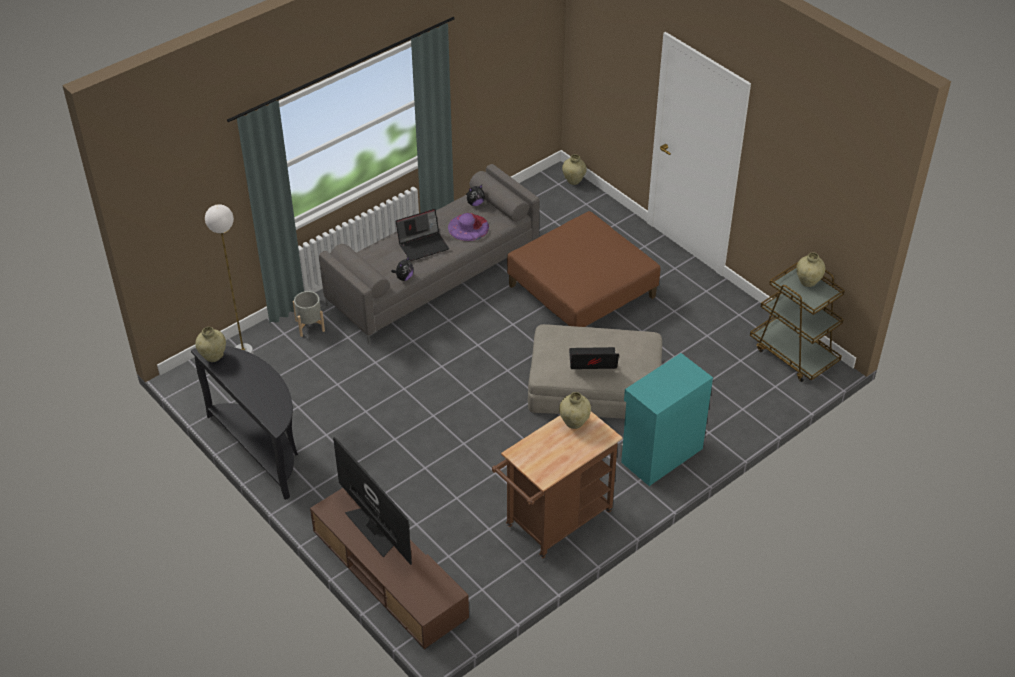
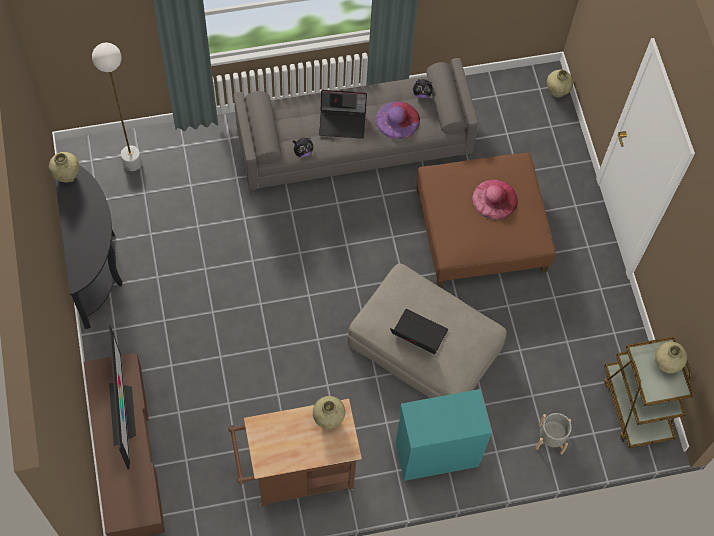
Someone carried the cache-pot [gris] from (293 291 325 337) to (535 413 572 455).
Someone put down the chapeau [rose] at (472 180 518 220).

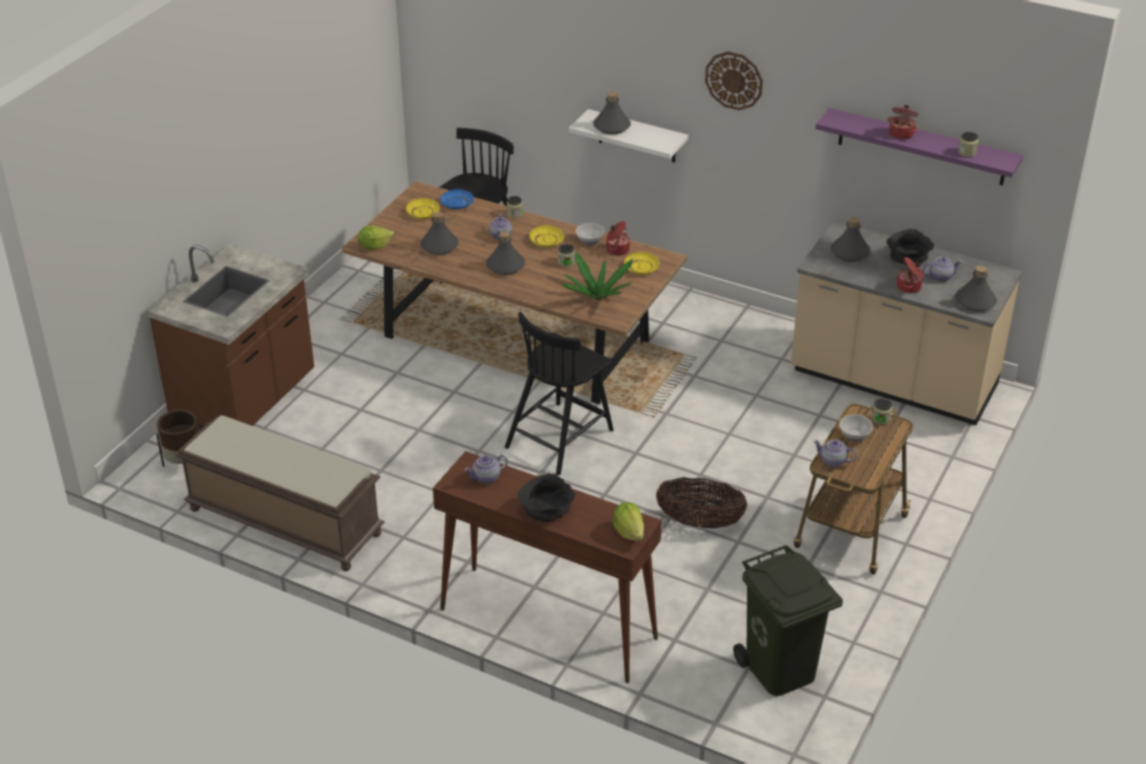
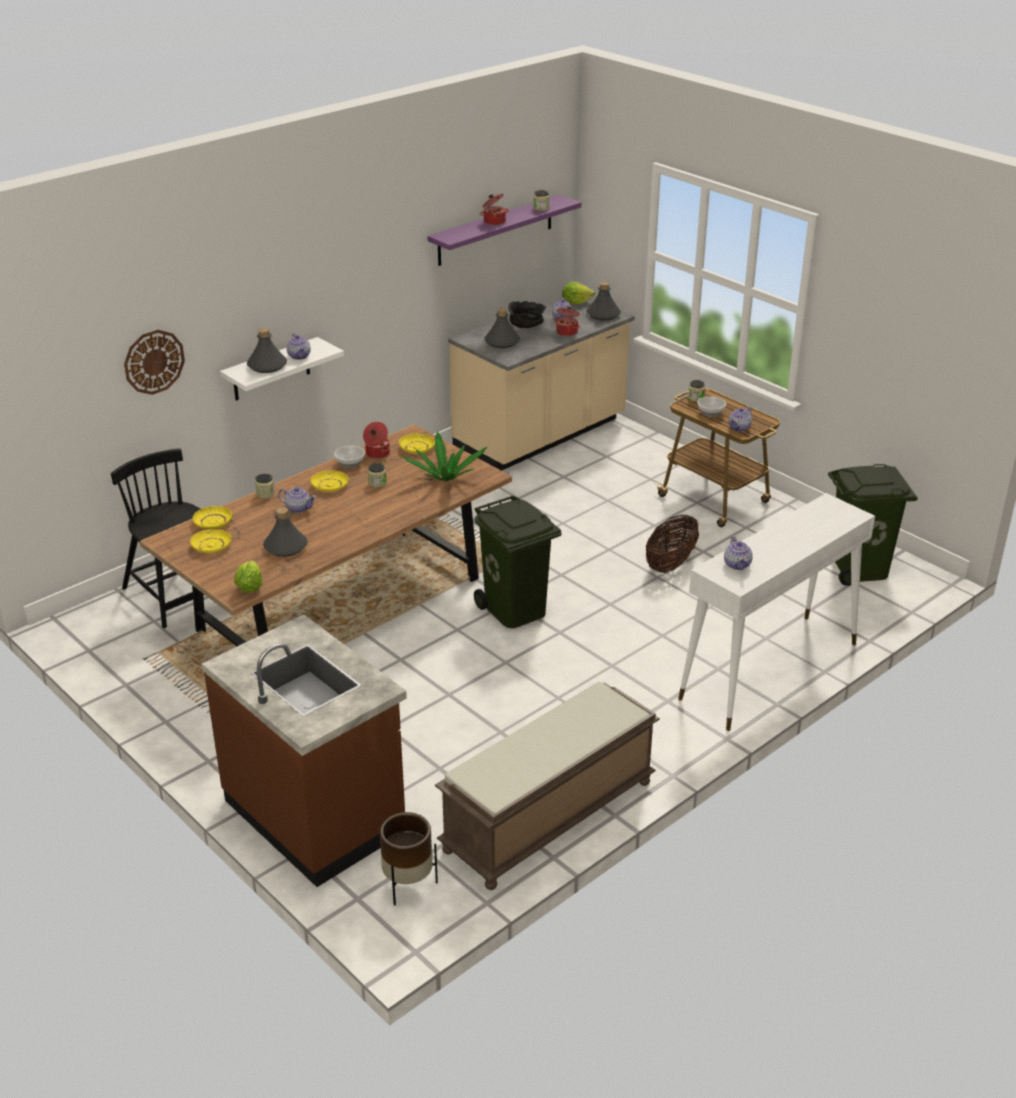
Someone repainted the table console [marron] at (433 451 662 683), which became the table console [blanc] at (678 493 875 731).
Someone repainted the assiette [bleu] at (440 189 474 209), which became the assiette [jaune] at (193 506 232 529).
Someone took away the bouteille [gris] at (486 231 525 275).
Someone swapped the chaise [noir] at (505 312 614 475) for the poubelle [vert] at (474 496 561 628).
Someone took away the bol [noir] at (518 473 576 522).
Someone carried the laitue from (613 502 644 541) to (562 282 595 304).
Someone carried the horloge murale from (705 52 763 110) to (124 330 185 395).
Someone put down the théière at (287 333 311 360).

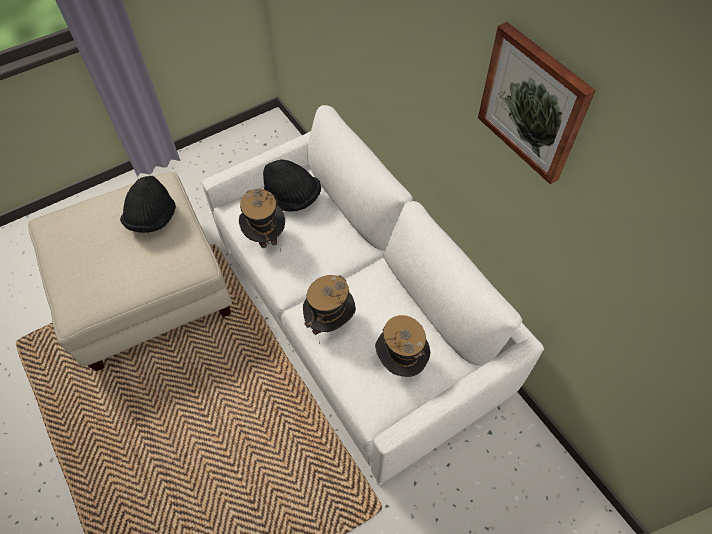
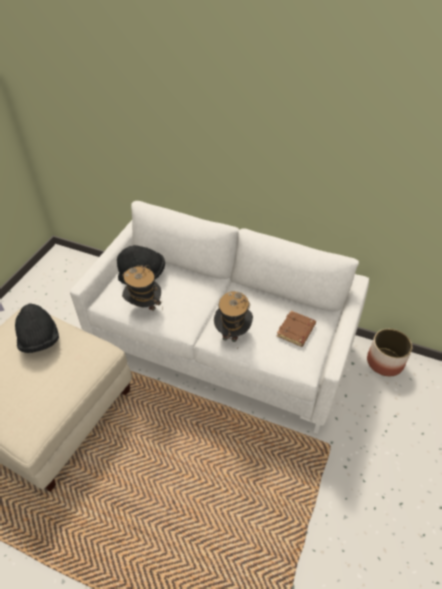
Someone swapped the chapeau at (375 315 430 377) for the livre [marron] at (277 311 316 347).
Someone took away the tableau at (478 22 596 185).
Someone put down the cache-pot at (367 329 413 376).

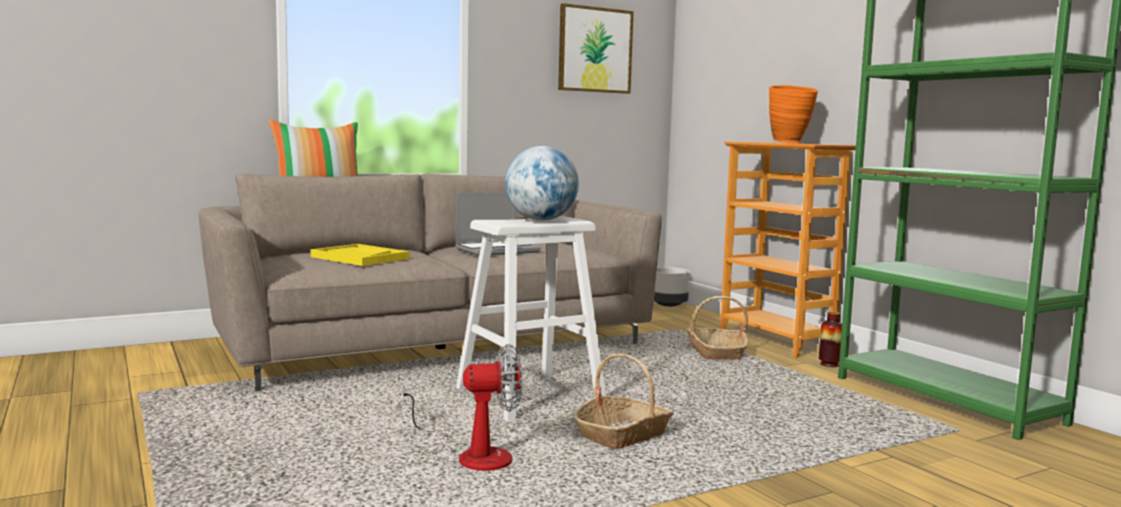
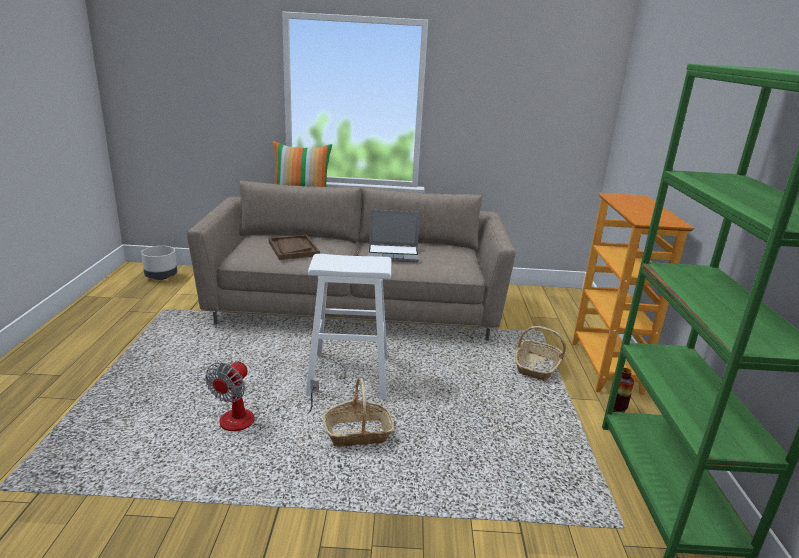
Someone repainted the plateau [jaune] at (311 244 409 266), which became the plateau [marron] at (269 235 320 260).
Someone rotated the ventilateur at (403 344 523 471) by 90 degrees clockwise.
Someone took away the globe at (505 146 579 221).
Someone took away the tableau at (558 3 634 94).
Someone carried the cache-pot [gris] from (654 267 690 307) to (141 246 177 280).
Someone took away the vase [orange] at (769 85 818 143).

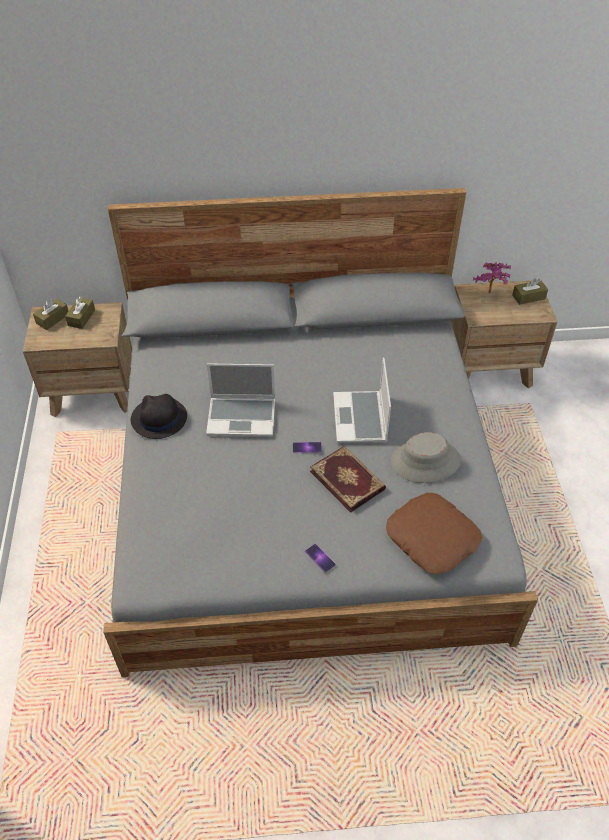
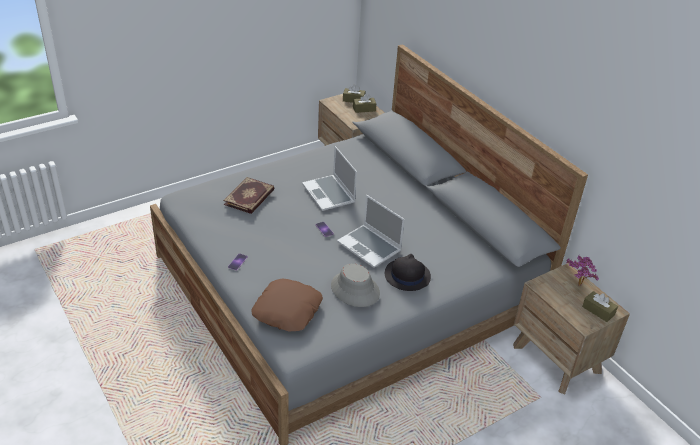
Someone carried the chapeau [noir] from (131 394 187 439) to (385 254 431 291).
Someone carried the livre from (310 446 386 513) to (224 177 275 214).
Someone rotated the ordinateur portable at (333 357 391 443) by 105 degrees counterclockwise.

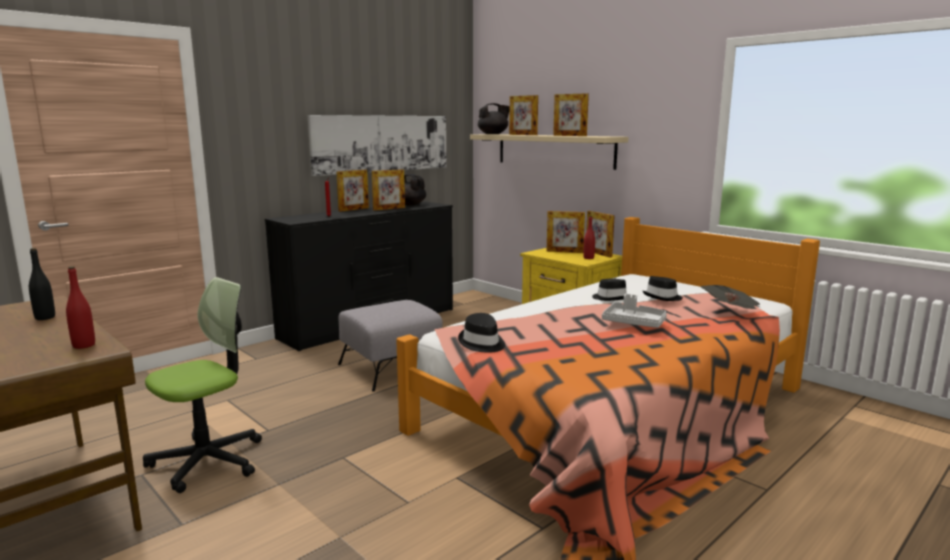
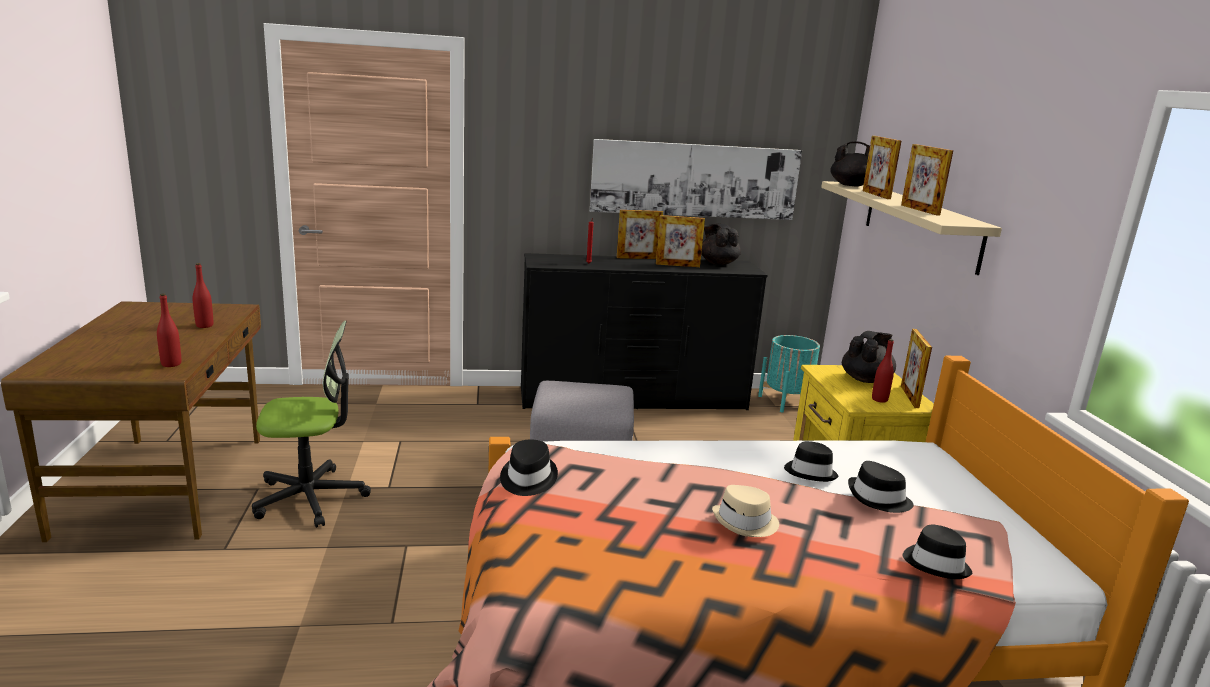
Someone repainted the bouteille [noir] at (29 248 55 320), which became the bouteille [rouge] at (193 263 213 328).
Someone swapped the cadre photo at (546 211 585 253) for the théière [noir] at (842 331 896 383).
Someone swapped the plateau [gris] at (602 294 667 328) for the chapeau [beige] at (712 485 779 537).
Someone swapped the journal at (701 285 760 309) for the chapeau [noir] at (903 525 972 579).
Someone put down the cache-pot [turquoise] at (758 335 820 413).

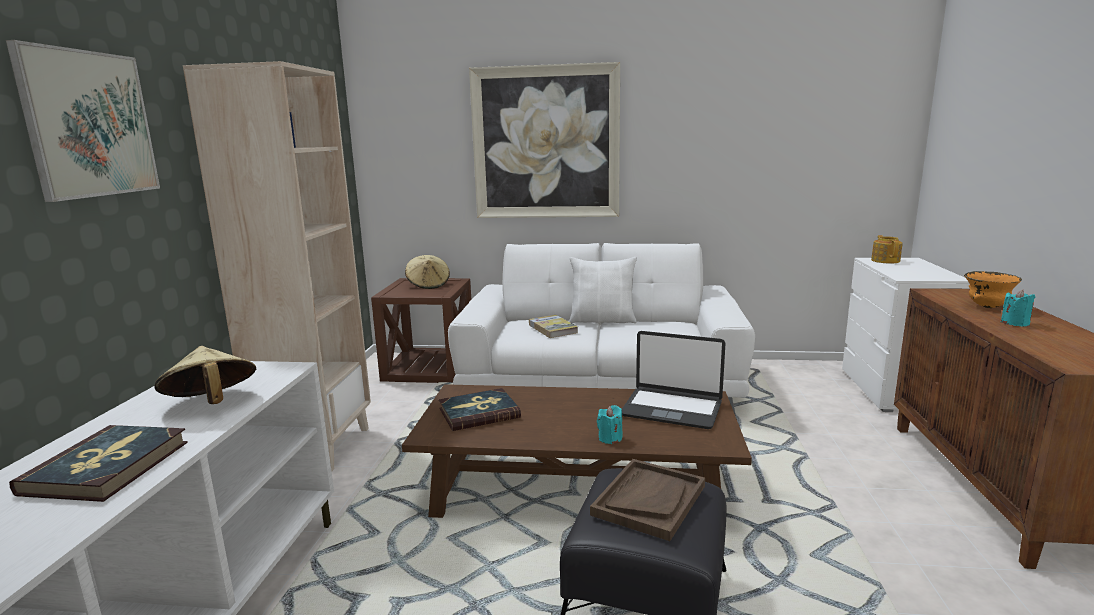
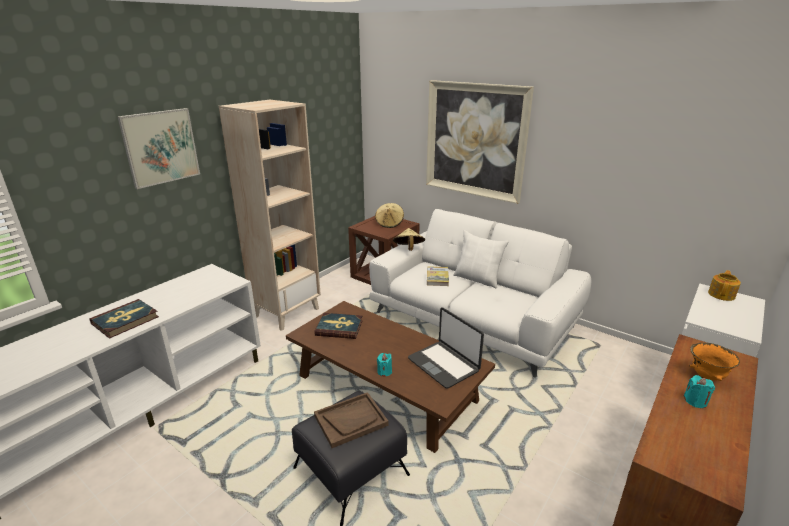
Someone carried the chapeau [beige] from (154 346 256 404) to (393 228 425 251).

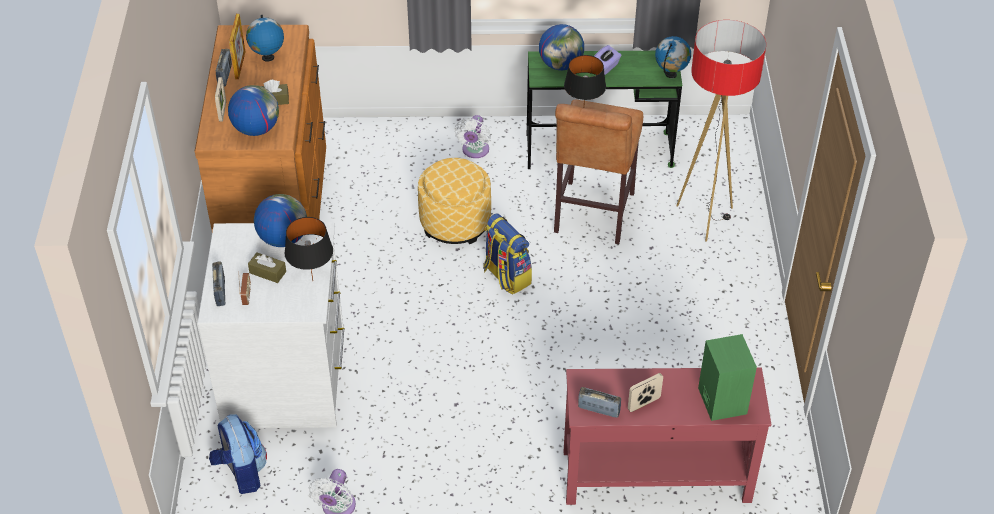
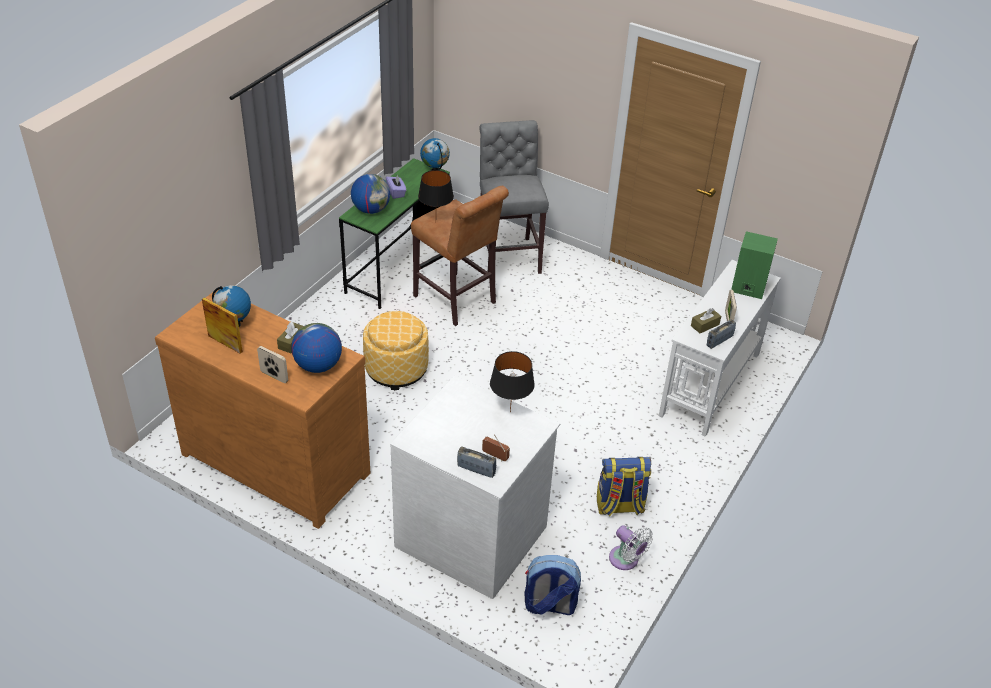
Someone took away the radio at (216 49 232 87).
Someone carried the boîte à mouchoirs [marron] from (248 252 286 283) to (691 308 721 333).
Someone took away the globe at (254 194 307 247).
Someone took away the ventilateur [blanc] at (454 115 491 158).
Someone carried the sac à dos from (483 214 532 295) to (597 457 651 517).
Someone repainted the table console [rouge] at (564 367 771 505), which became the table console [blanc] at (659 260 781 437).
Someone swapped the lampadaire at (676 20 766 242) for the tabouret [gris] at (479 120 549 274).

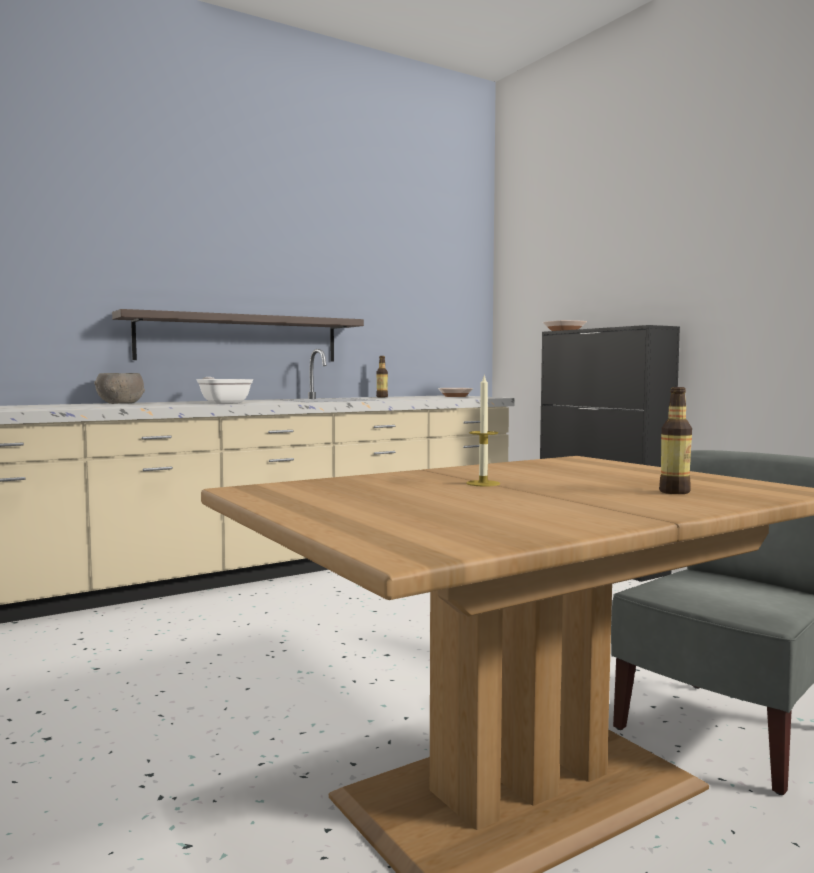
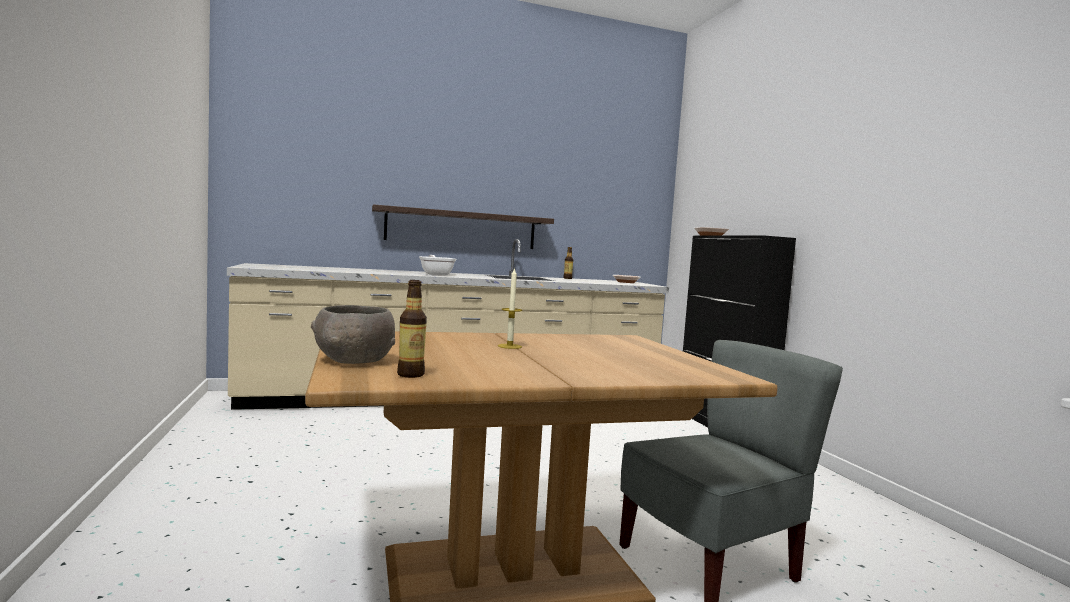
Someone carried the bol [gris] from (94 373 145 404) to (311 305 395 364).
Someone carried the bouteille from (659 387 692 494) to (397 280 427 378).

